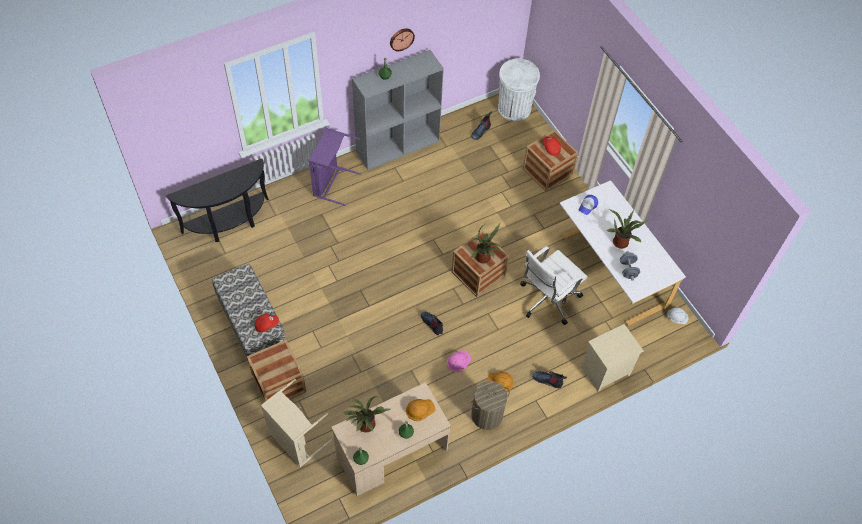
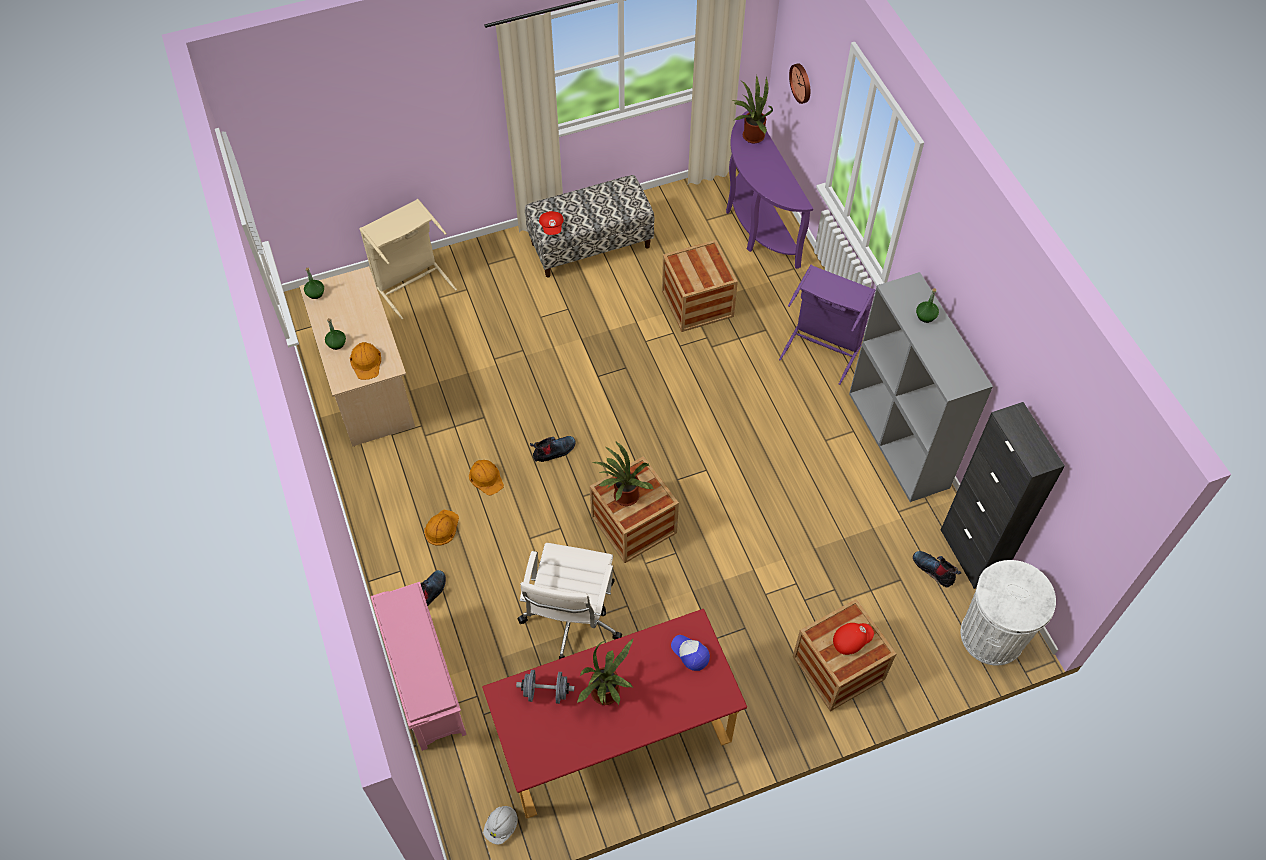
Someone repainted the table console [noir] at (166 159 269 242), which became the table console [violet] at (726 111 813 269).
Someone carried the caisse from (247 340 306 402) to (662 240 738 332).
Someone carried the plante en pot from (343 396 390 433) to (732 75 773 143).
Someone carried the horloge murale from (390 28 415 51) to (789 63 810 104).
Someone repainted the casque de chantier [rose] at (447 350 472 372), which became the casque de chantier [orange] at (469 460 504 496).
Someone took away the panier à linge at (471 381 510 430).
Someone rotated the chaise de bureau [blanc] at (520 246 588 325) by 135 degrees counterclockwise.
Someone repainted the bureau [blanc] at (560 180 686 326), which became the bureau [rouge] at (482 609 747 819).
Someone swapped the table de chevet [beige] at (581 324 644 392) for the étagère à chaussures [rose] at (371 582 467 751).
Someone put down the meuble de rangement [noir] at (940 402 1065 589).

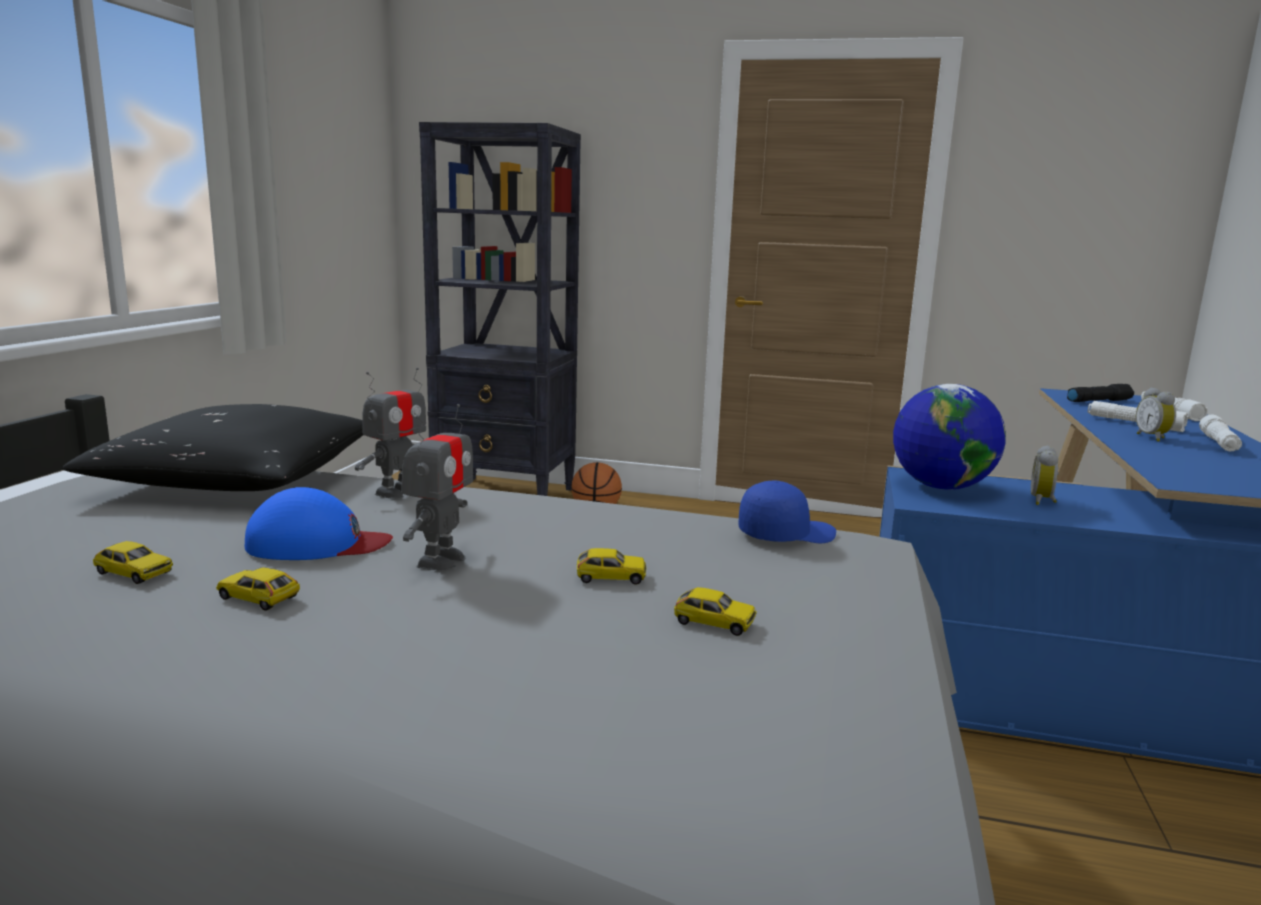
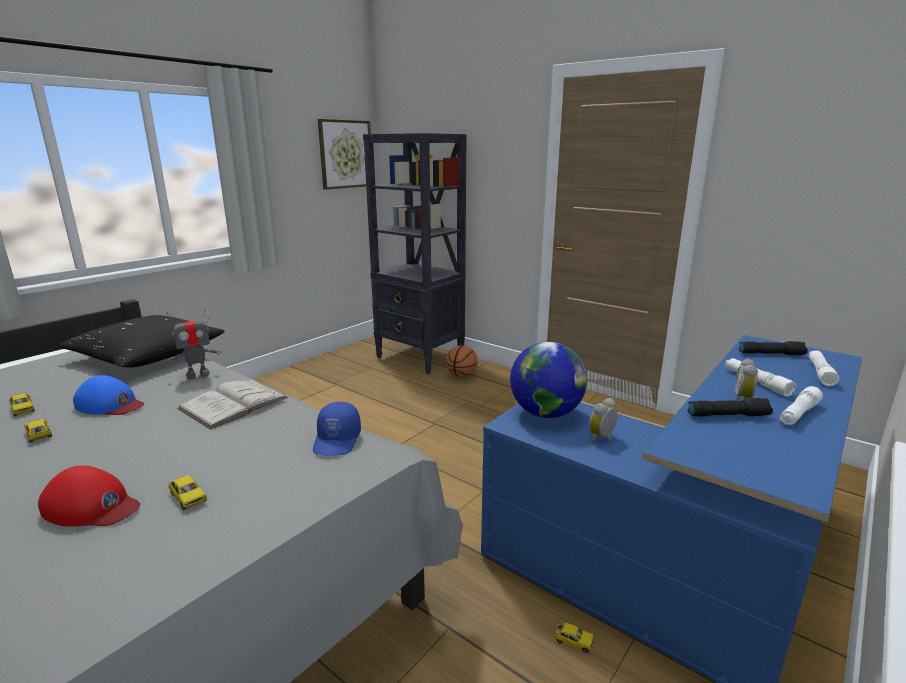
Someone took away the robot jouet at (401 404 473 570).
Someone carried the petite voiture from (577 548 646 585) to (555 622 594 653).
Someone rotated the casquette [bleu] at (738 481 836 543) by 90 degrees clockwise.
Someone put down the casquette [rouge] at (38 466 140 526).
Someone put down the livre [blanc] at (177 380 288 430).
Someone put up the tableau at (318 119 371 190).
Someone put down the lampe de poche [noir] at (687 398 773 416).

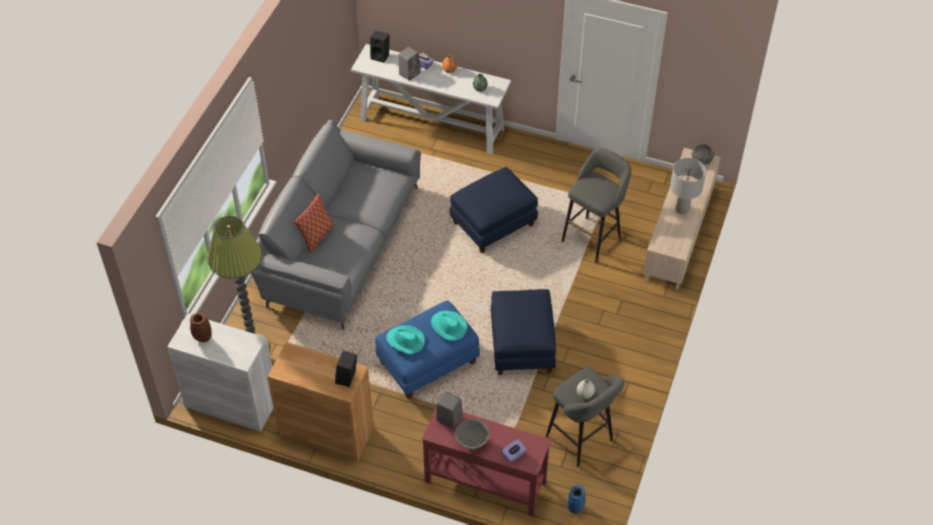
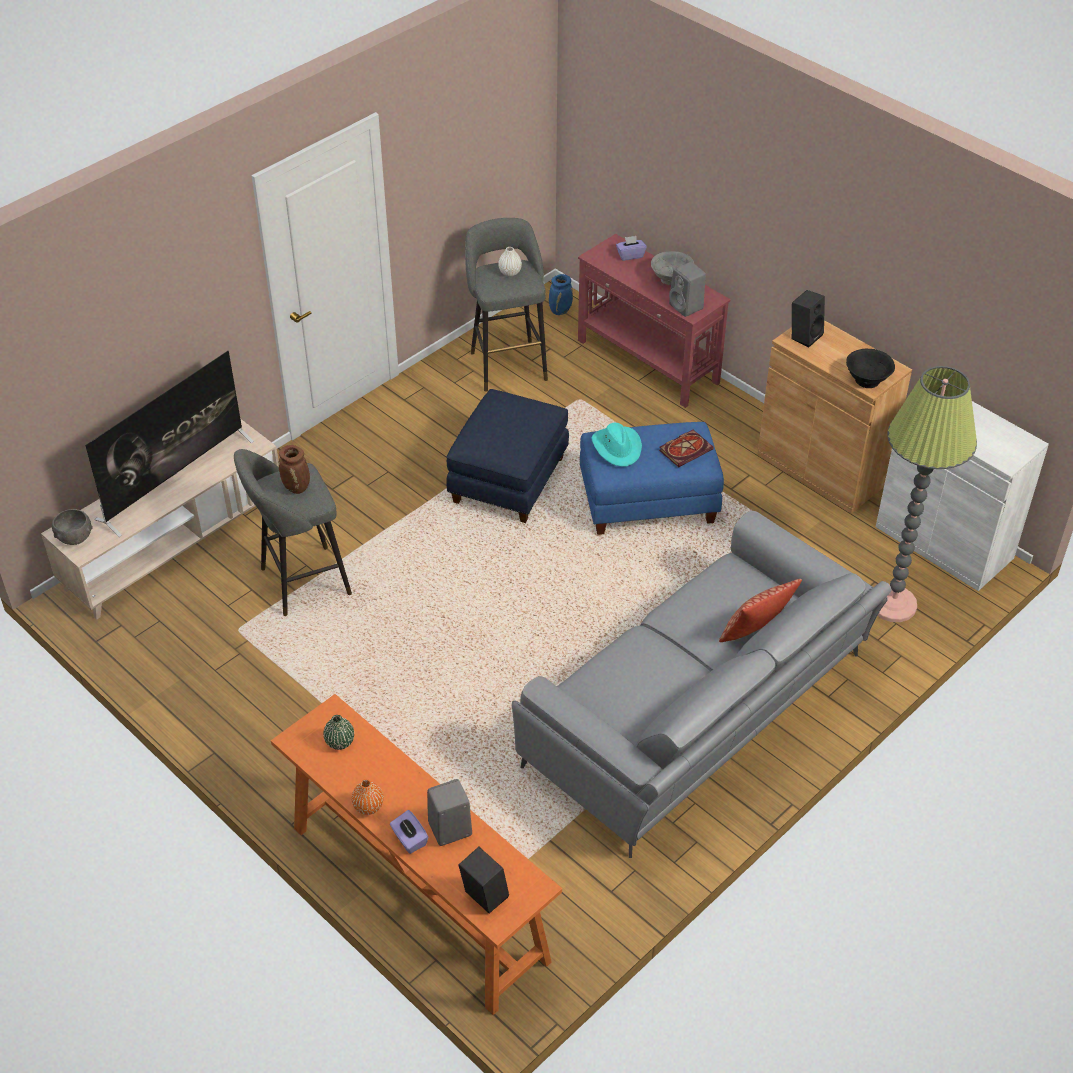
Someone carried the vase [marron] from (190 313 212 342) to (278 445 310 494).
Someone repainted the table console [blanc] at (351 44 511 154), which became the table console [orange] at (271 694 562 1015).
Someone swapped the chapeau [turquoise] at (386 325 425 354) for the livre at (659 430 714 467).
Someone took away the pouf [bleu] at (450 167 538 253).
Someone swapped the lampe de table [gris] at (670 158 706 214) for the téléviseur at (85 351 254 537).
Someone put down the bol [noir] at (846 349 895 388).

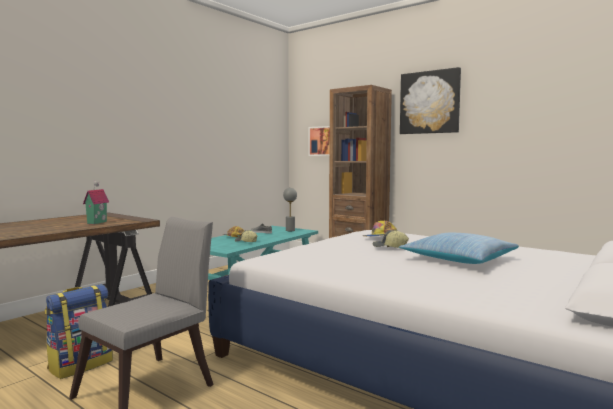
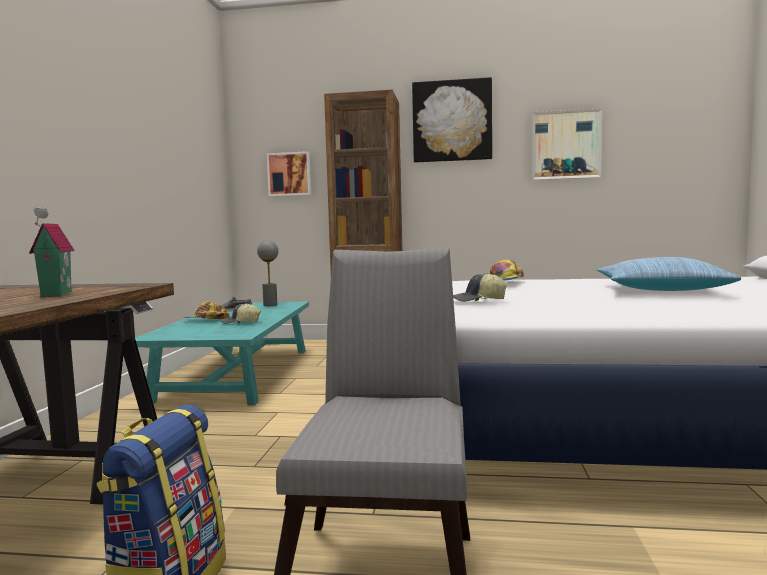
Someone carried the casquette from (373 230 409 248) to (453 273 507 302).
Someone put up the tableau at (532 108 602 180).

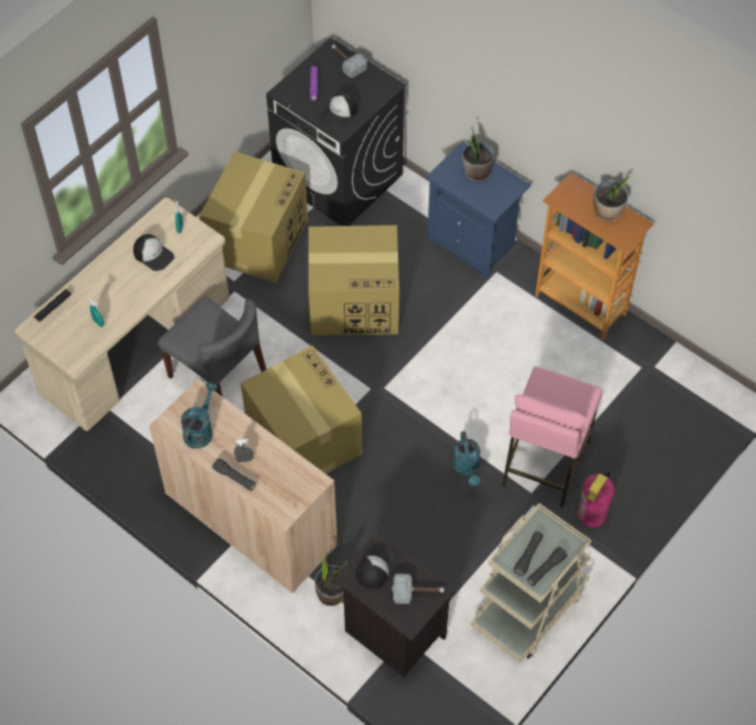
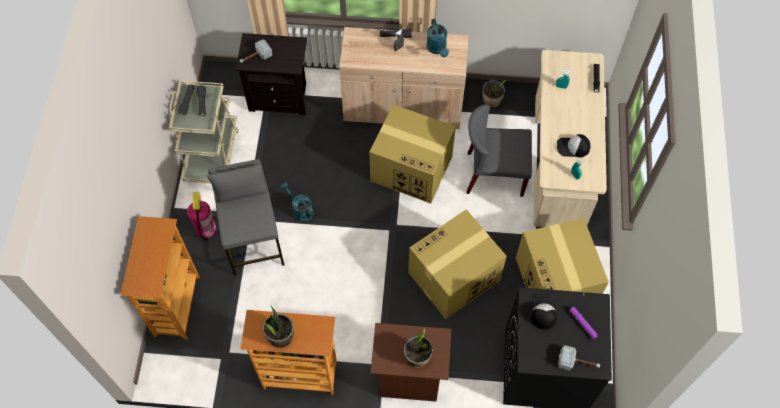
Someone carried the plante en pot from (315 554 347 606) to (482 80 506 107).
Someone took away the casquette at (356 547 400 589).
Someone repainted the table de chevet [bleu] at (426 142 531 279), which became the table de chevet [marron] at (370 323 451 402).
Someone repainted the tabouret [rose] at (502 367 603 508), which became the tabouret [gris] at (207 159 284 276).
Someone put down the bibliothèque at (121 216 199 340).

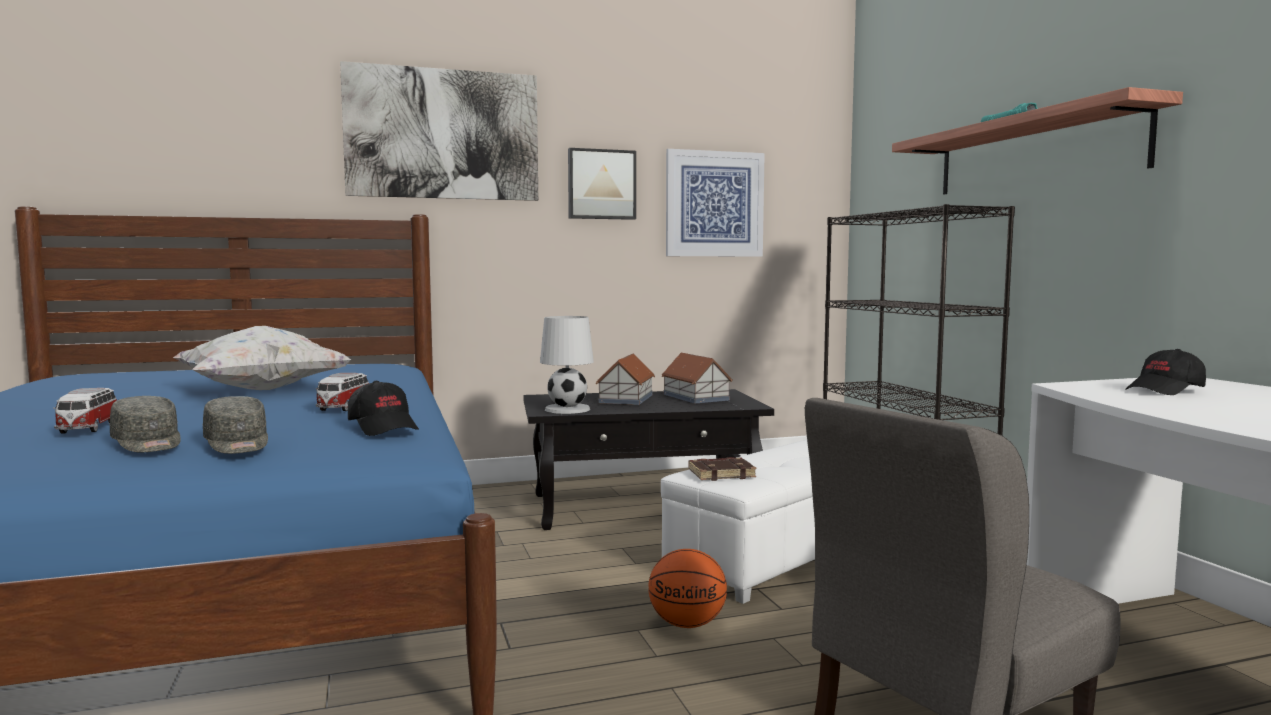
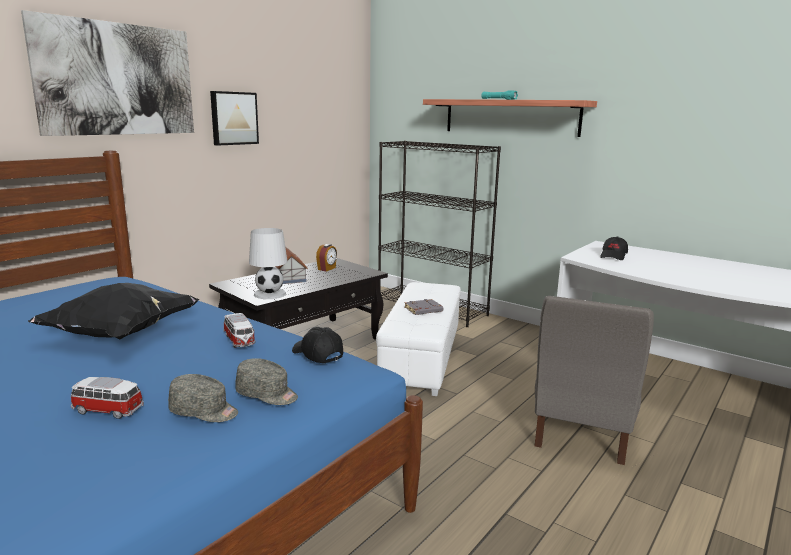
Someone rotated the petite voiture at (53 388 117 434) by 150 degrees clockwise.
Someone repainted the coussin [blanc] at (173 326 352 390), which became the coussin [noir] at (28 283 200 339).
Someone rotated the casquette [noir] at (348 381 419 436) by 150 degrees counterclockwise.
Someone took away the ballon de basket at (648 549 727 628).
Someone swapped the maison miniature at (662 353 732 403) for the réveil at (316 244 337 272).
Someone took away the tableau at (666 149 765 257).
Someone took away the livre [marron] at (688 457 756 481).
Someone put down the livre [gris] at (404 299 443 315).

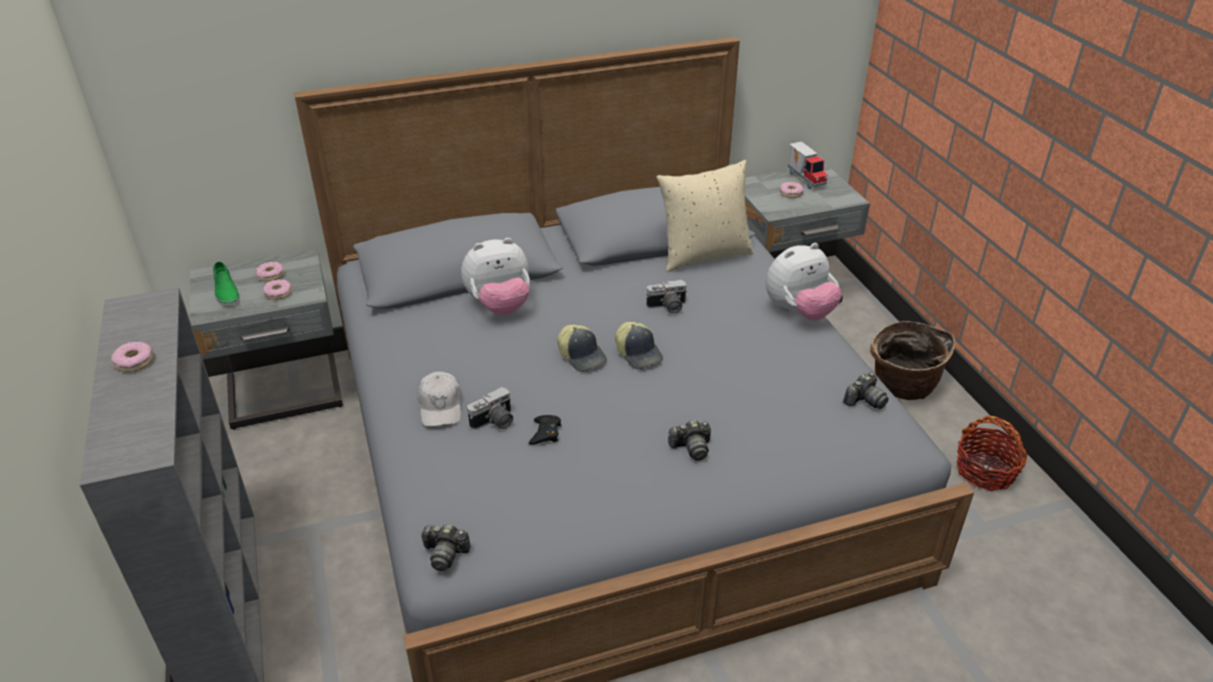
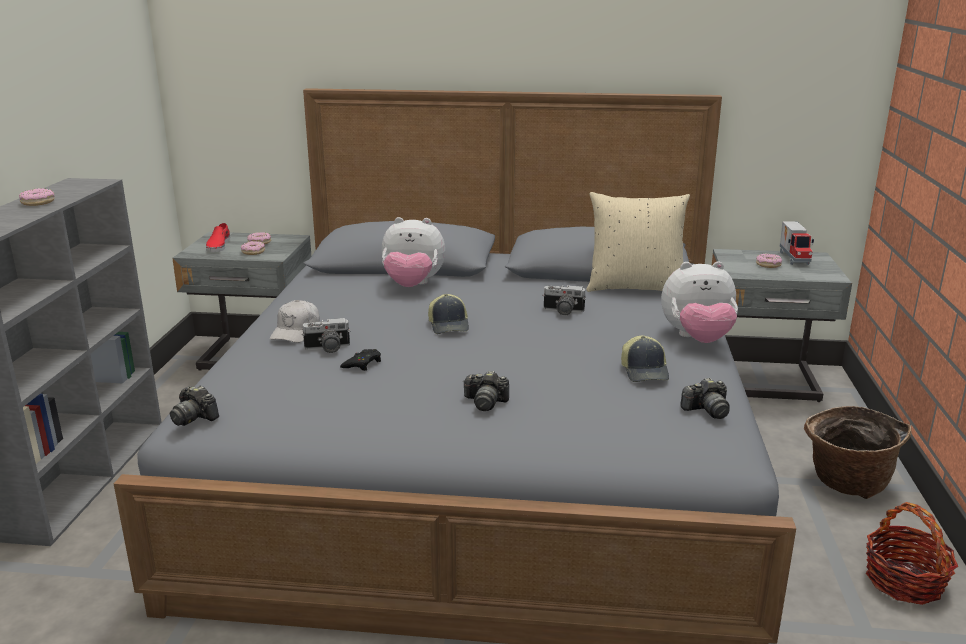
Someone repainted the chaussure [vert] at (213 261 240 307), which became the chaussure [rouge] at (206 223 230 252).
Someone carried the casquette from (615 322 663 370) to (621 336 669 382).

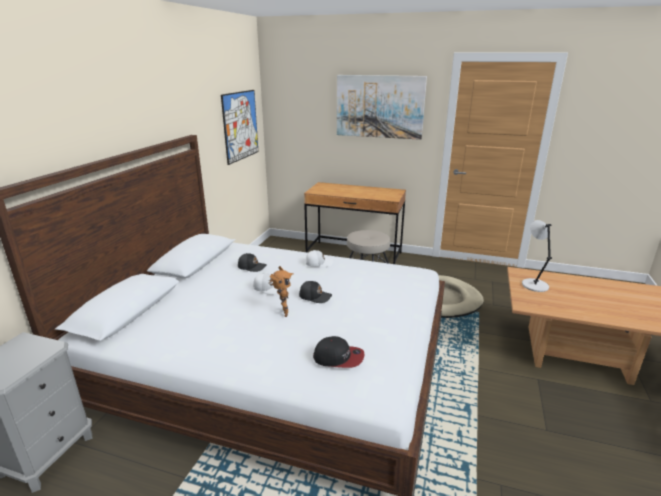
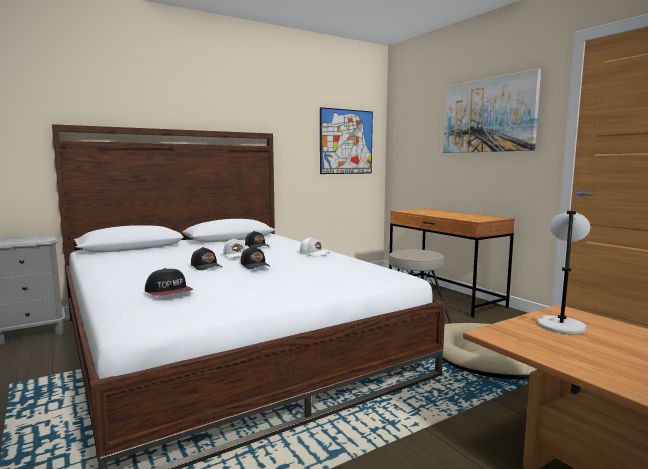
Someone swapped the robot jouet at (270 266 293 317) for the casquette [noir] at (191 247 222 270).

